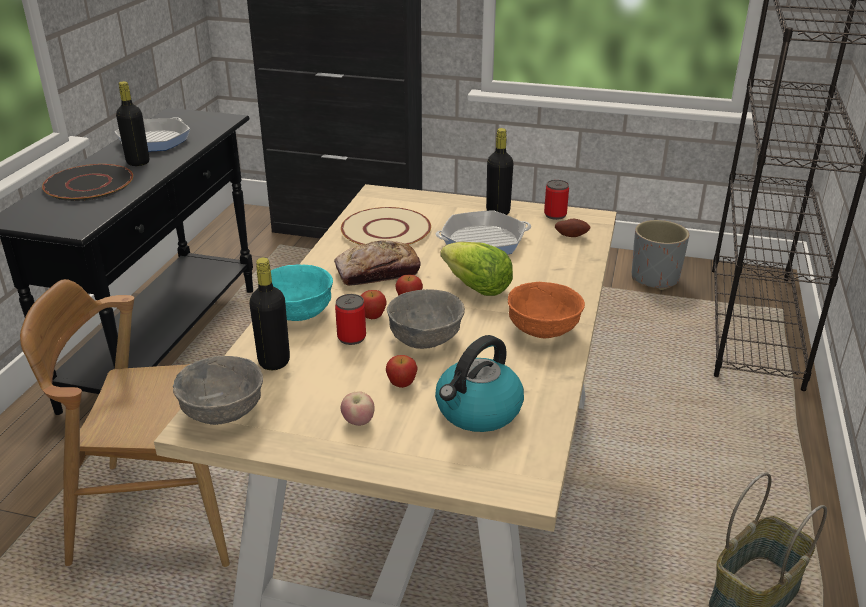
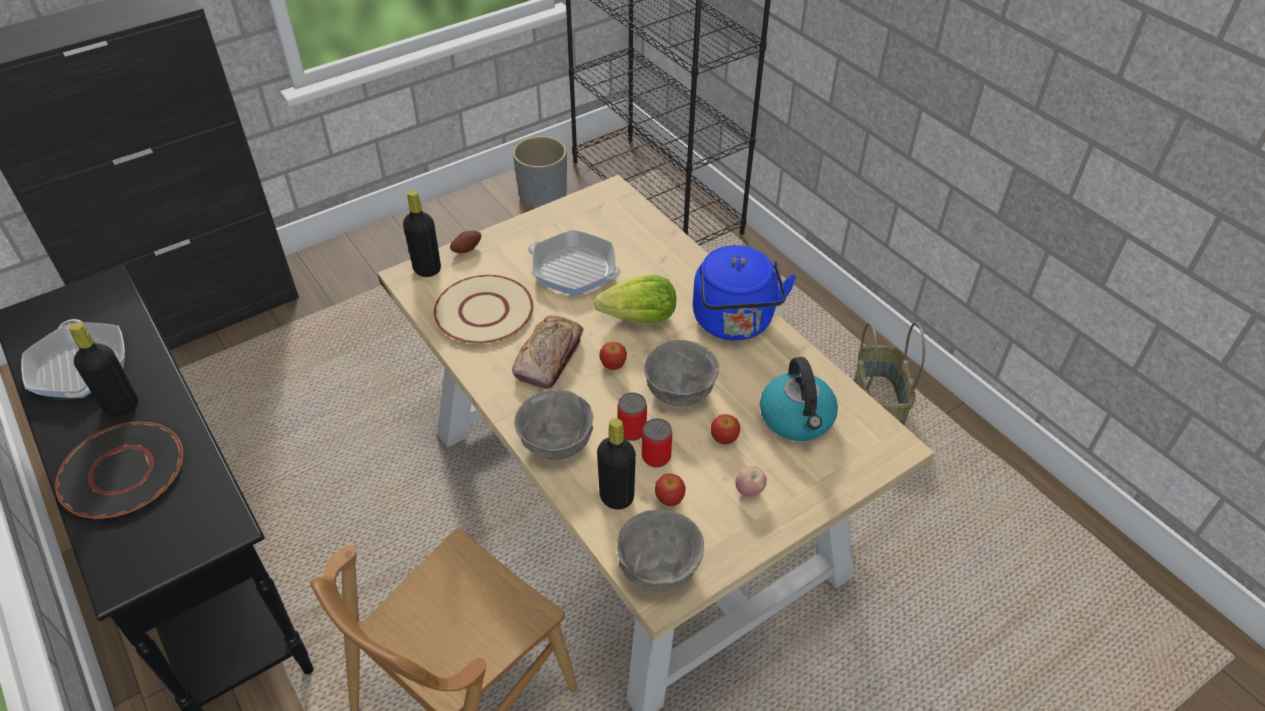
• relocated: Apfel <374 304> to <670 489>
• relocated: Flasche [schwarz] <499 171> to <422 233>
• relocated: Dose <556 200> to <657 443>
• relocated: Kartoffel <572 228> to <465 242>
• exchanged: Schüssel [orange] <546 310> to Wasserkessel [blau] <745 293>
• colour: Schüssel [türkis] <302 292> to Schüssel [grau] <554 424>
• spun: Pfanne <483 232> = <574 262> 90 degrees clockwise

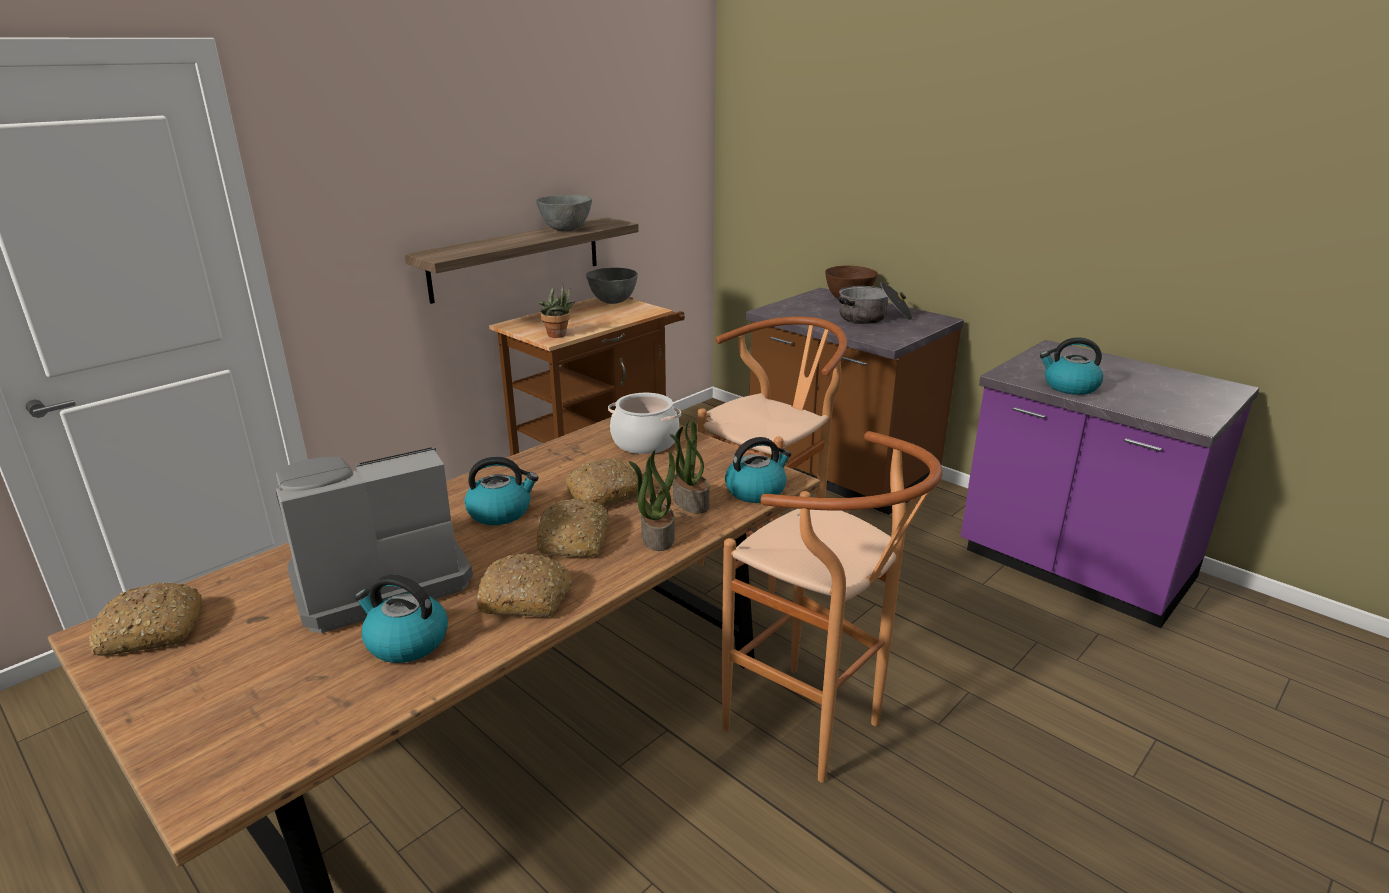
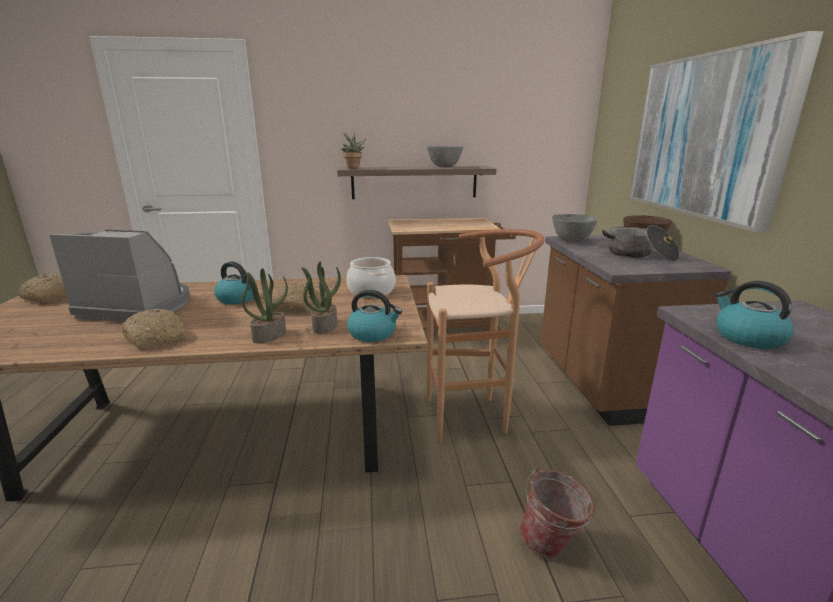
• missing: Wasserkessel <401 618>
• missing: Brot <573 527>
• missing: Hocker [braun] <832 607>
• appeared: Eimer <557 512>
• appeared: Bild <726 131>
• relocated: Topfpflanze <557 310> to <353 150>
• relocated: Schüssel [grau] <612 286> to <575 228>

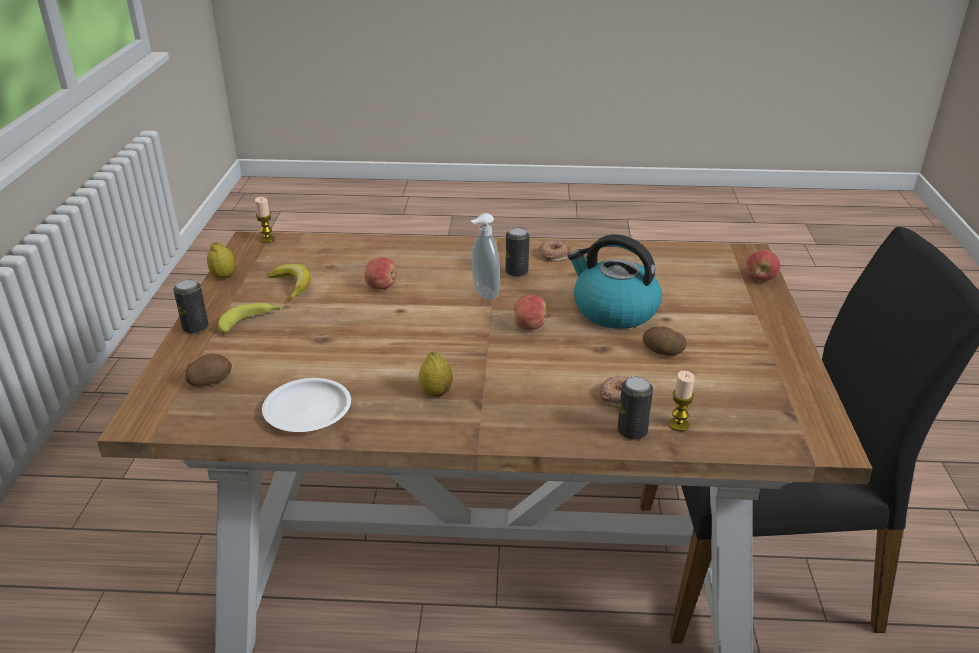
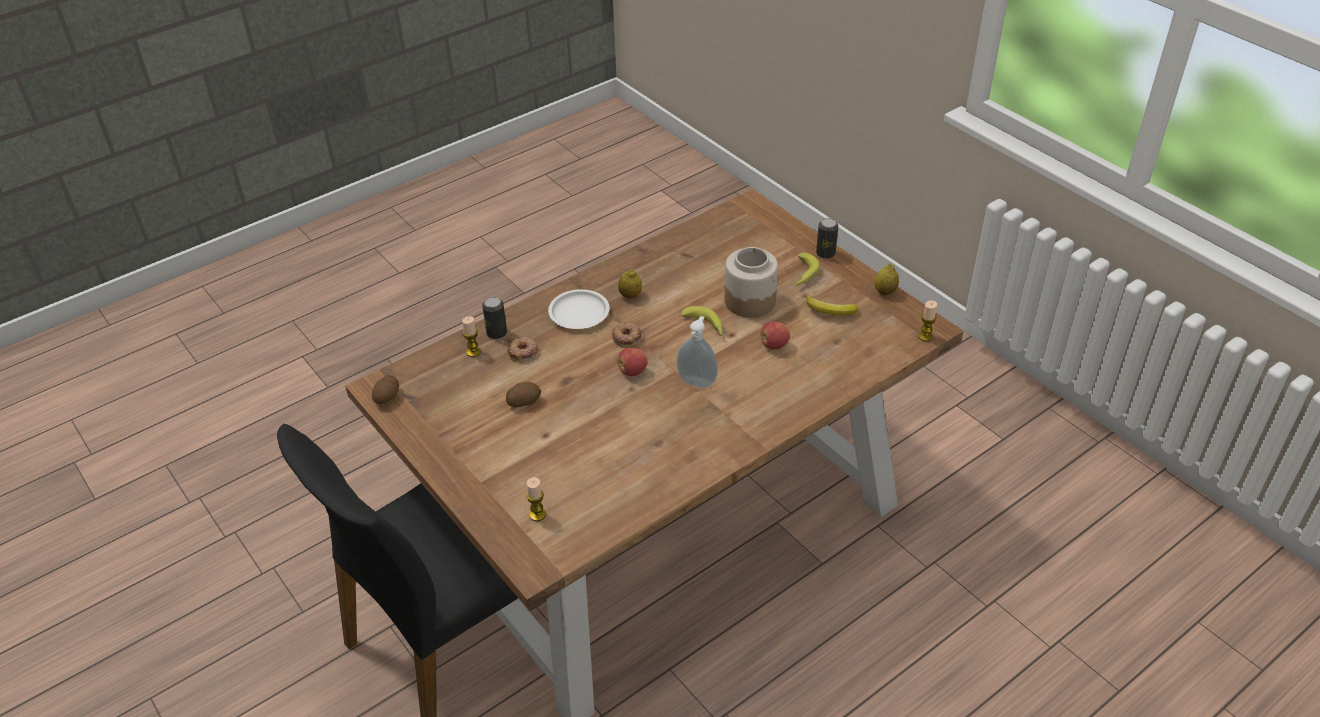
• missing: Dose <517 252>
• missing: Wasserkessel <615 281>
• missing: Apfel <763 265>
• appeared: Kerze <536 499>
• appeared: Banane <702 321>
• appeared: Vorratsglas <751 282>
• relocated: Kartoffel <208 370> to <385 389>
• relocated: Teller [weiß] <306 405> to <579 309>
• relocated: Donut <555 250> to <627 335>

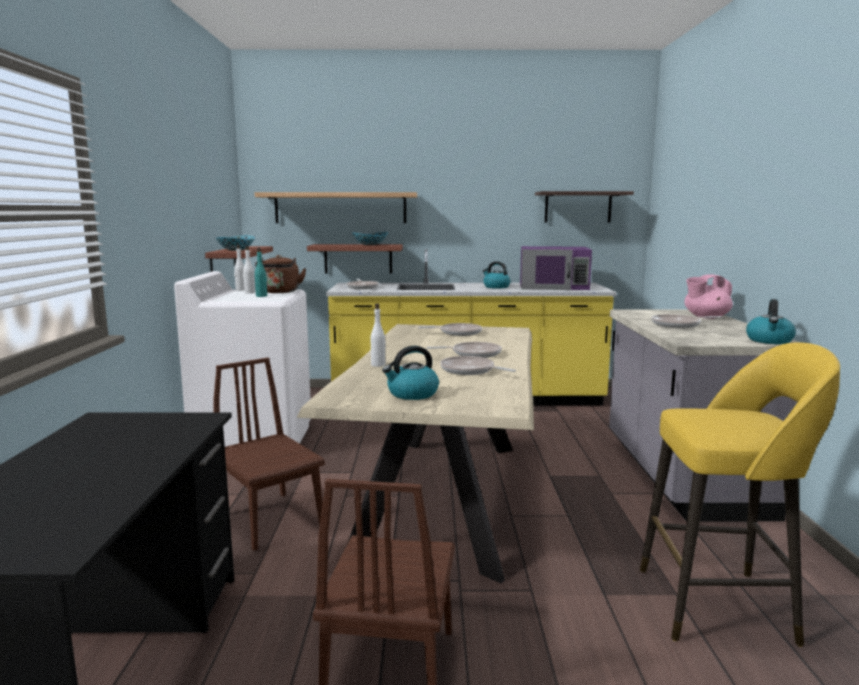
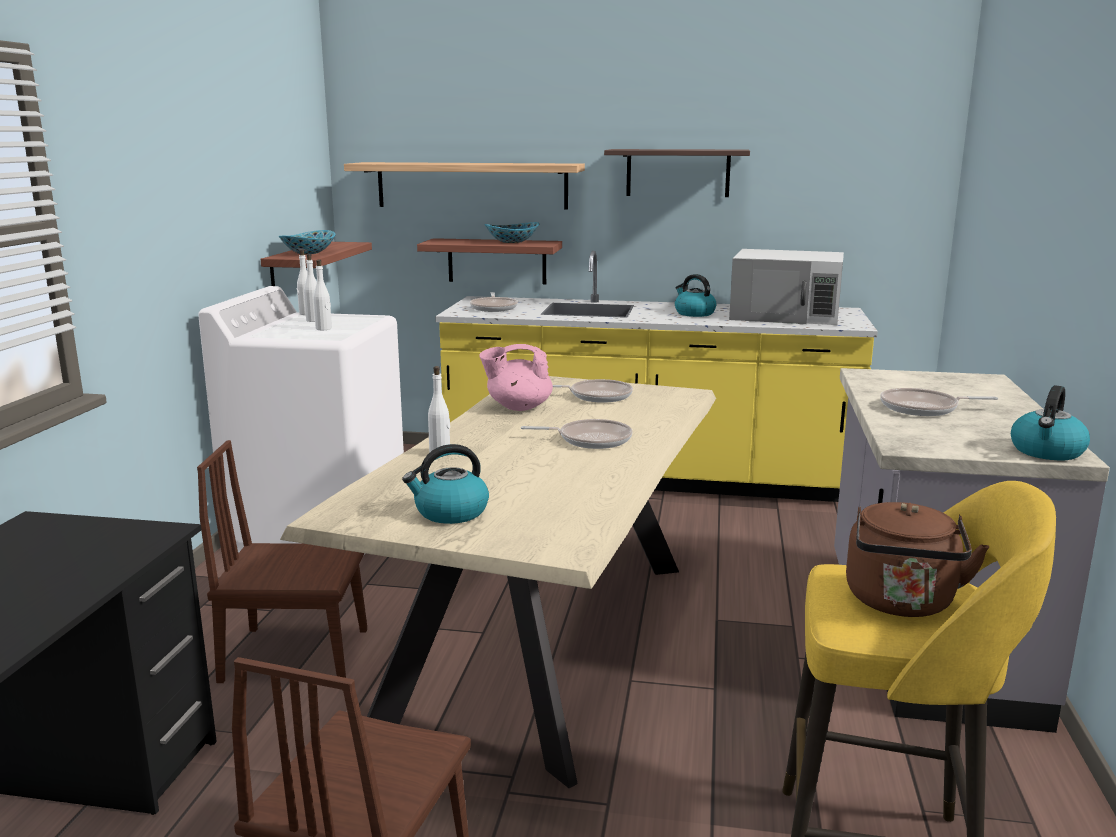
• missing: Pfanne <478 365>
• relocated: Wasserkessel [braun] <280 274> to <917 559>
• relocated: Wandregal <584 206> to <677 173>
• relocated: Teekanne [rosa] <708 296> to <516 377>
• colour: Flasche [türkis] <261 272> to Flasche [weiß] <322 295>
• colour: Mikrowelle [lila] <556 268> to Mikrowelle [weiß] <786 287>
• spun: Stuhl [braun] <269 454> = <282 561> 60 degrees counterclockwise

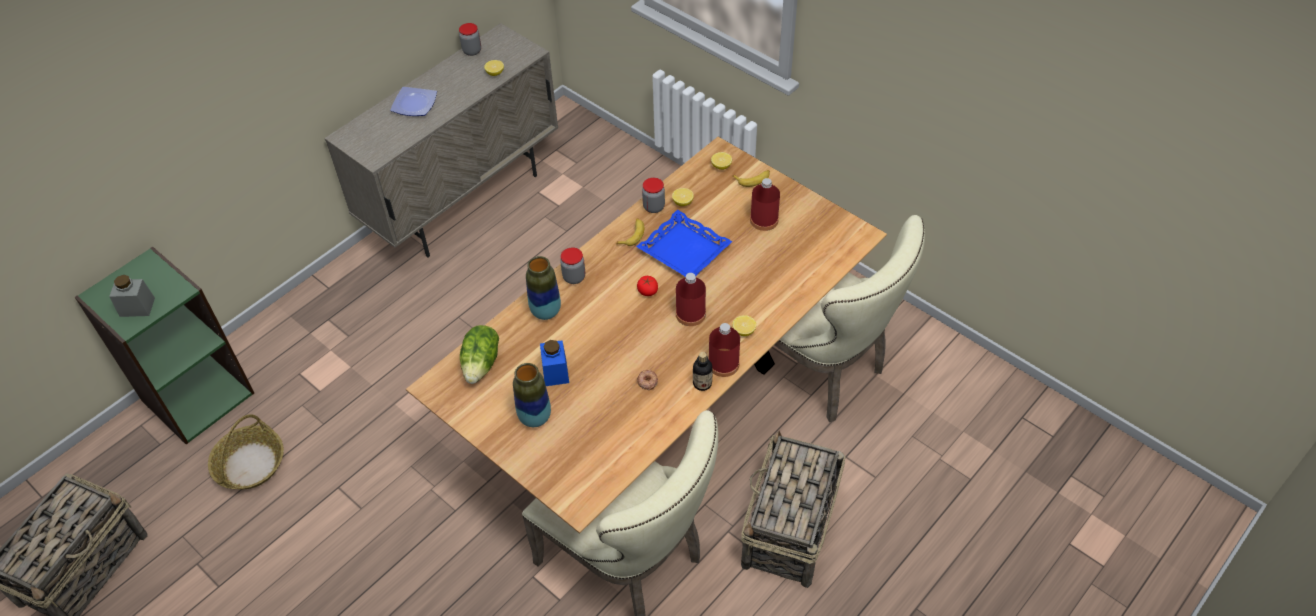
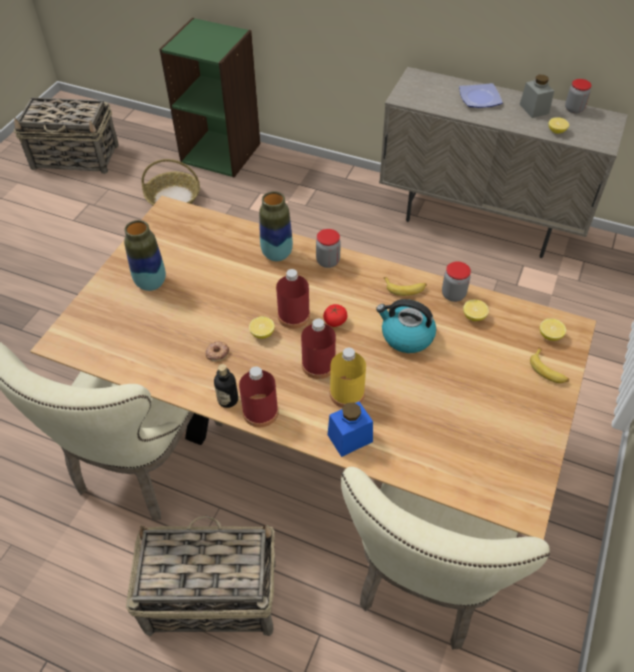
• missing: Salatkopf <479 354>
• appeared: Flasche [gelb] <348 378>
• relocated: Vorratsglas [grau] <132 296> to <537 96>
• relocated: Vorratsglas [blau] <554 363> to <350 429>
• relocated: Zitrone <744 325> to <261 327>
• relocated: Flasche [rot] <765 204> to <293 299>
• exchanged: Tablett [blau] <684 243> to Wasserkessel <406 326>

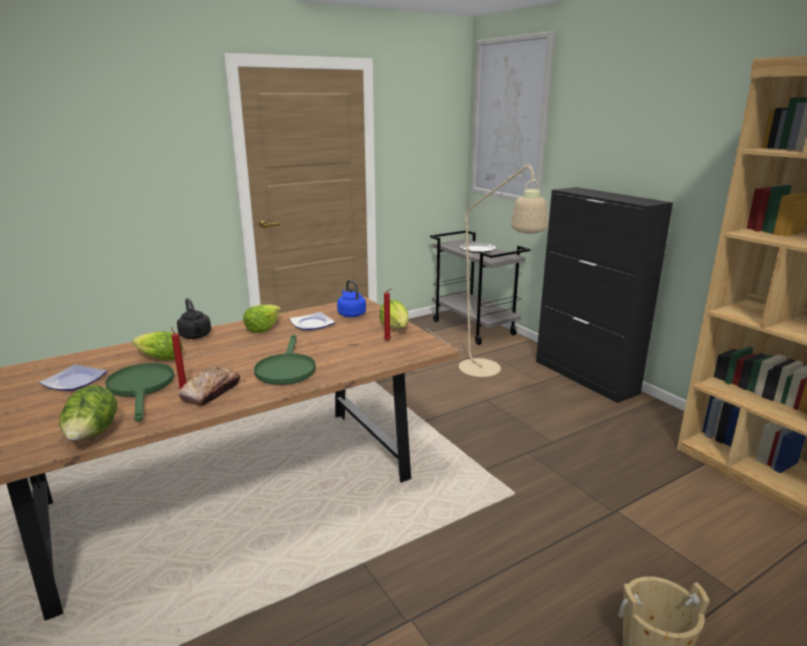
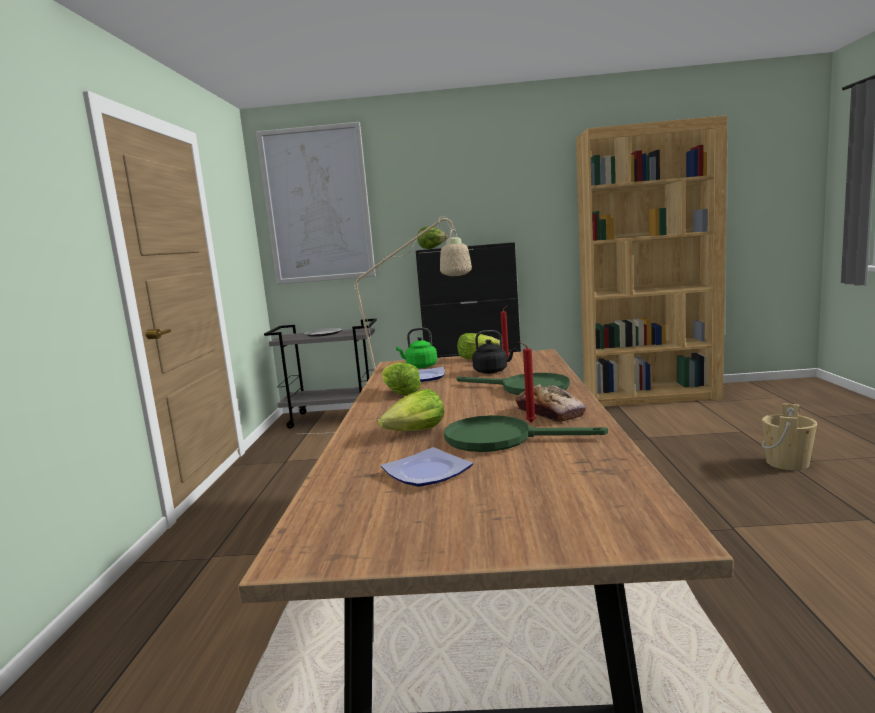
• relocated: Salatkopf <88 412> to <433 237>
• relocated: Wasserkessel [schwarz] <194 318> to <494 352>
• colour: Wasserkessel [blau] <351 298> to Wasserkessel [grün] <416 348>

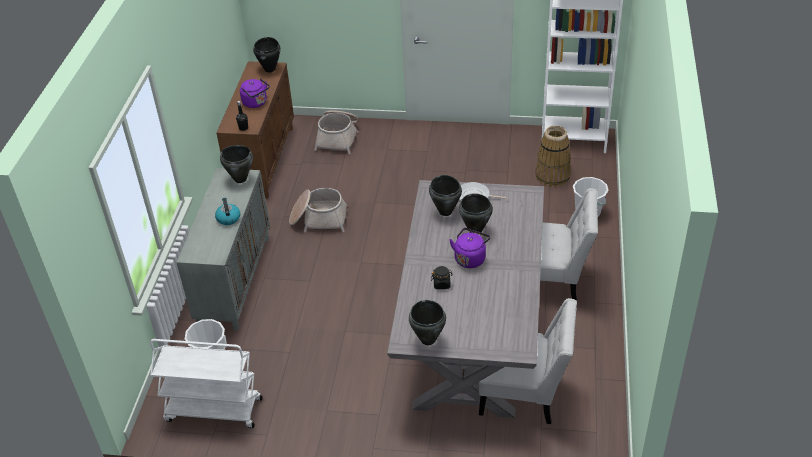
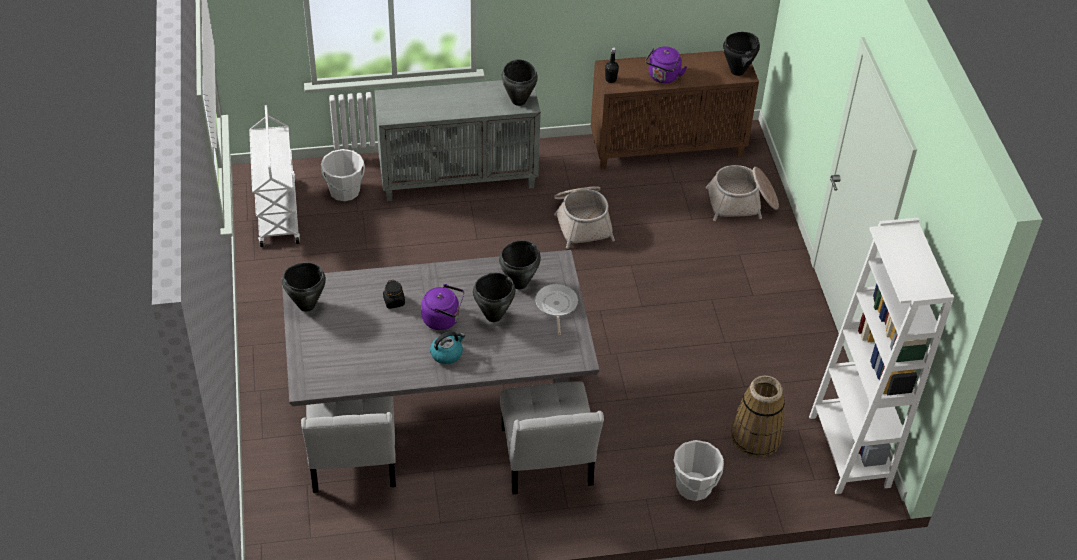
• relocated: Wasserkessel <227 211> to <447 347>

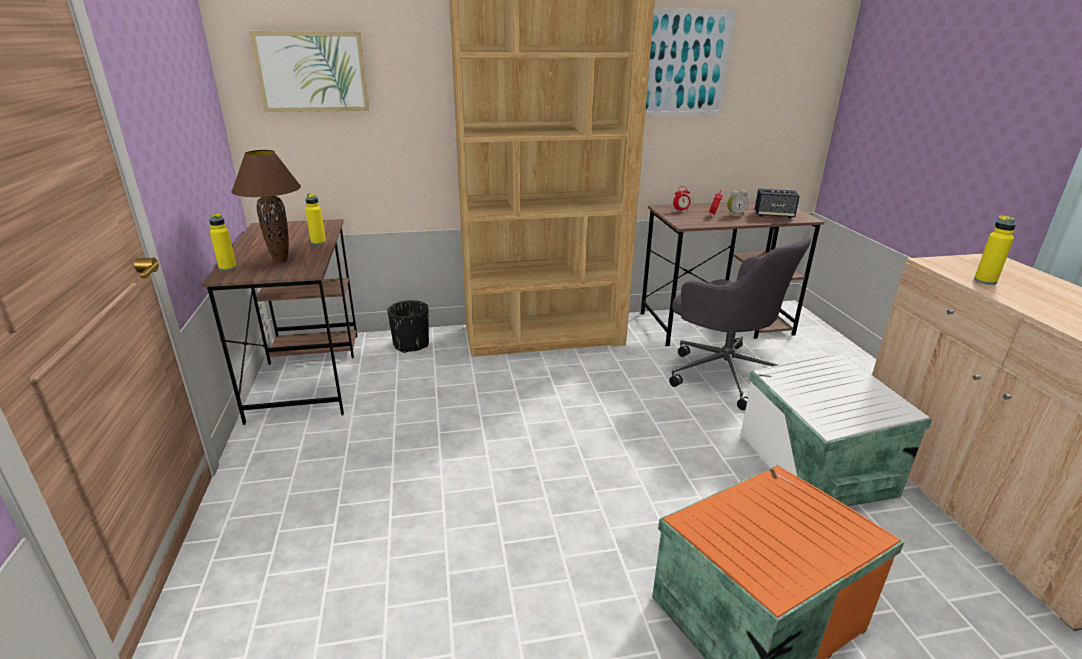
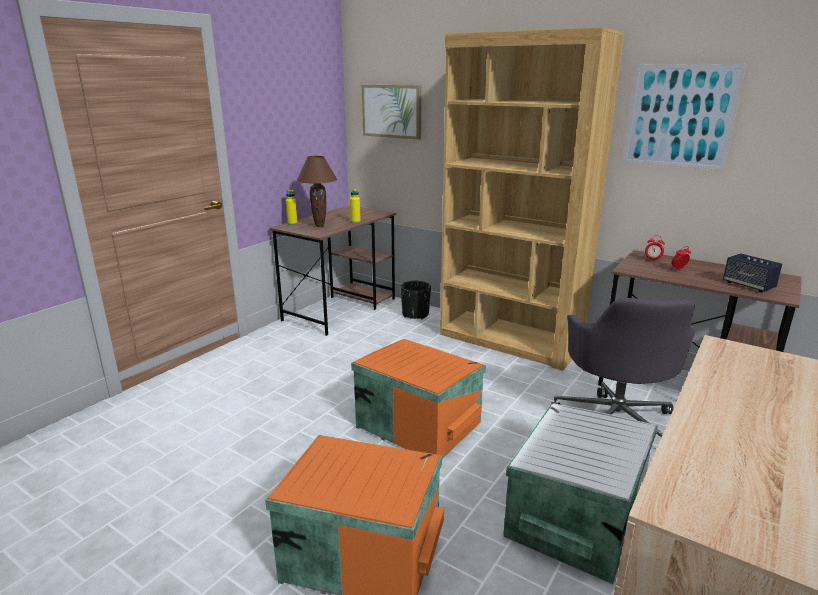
• missing: Wecker <737 203>
• missing: Flasche [gelb] <995 250>
• appeared: Aufbewahrungsbox [orange] <418 399>

